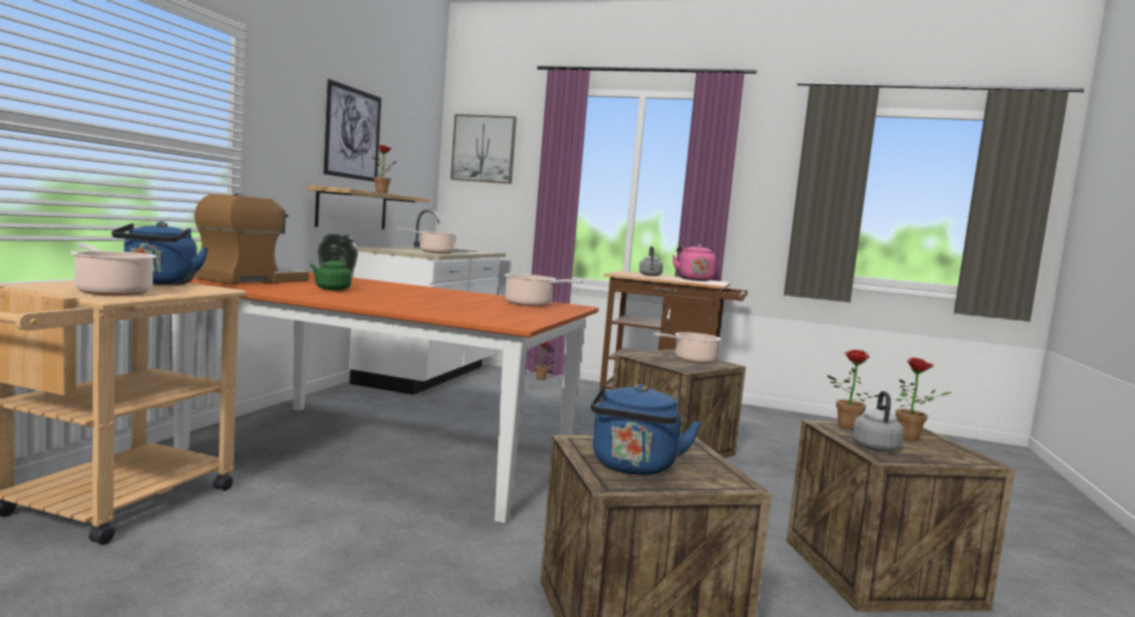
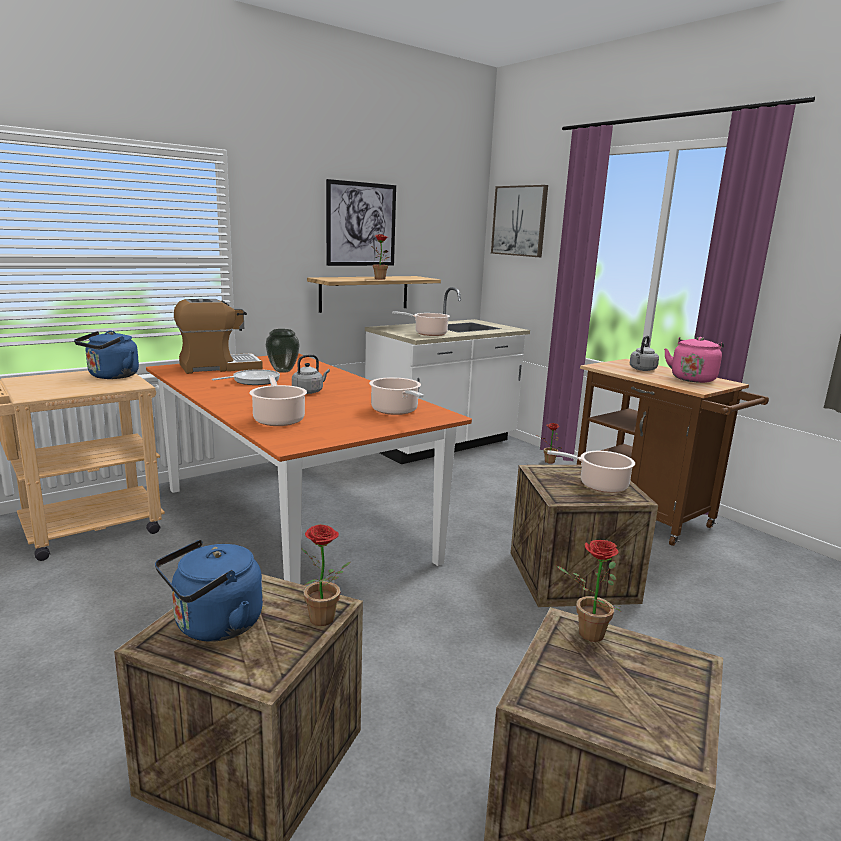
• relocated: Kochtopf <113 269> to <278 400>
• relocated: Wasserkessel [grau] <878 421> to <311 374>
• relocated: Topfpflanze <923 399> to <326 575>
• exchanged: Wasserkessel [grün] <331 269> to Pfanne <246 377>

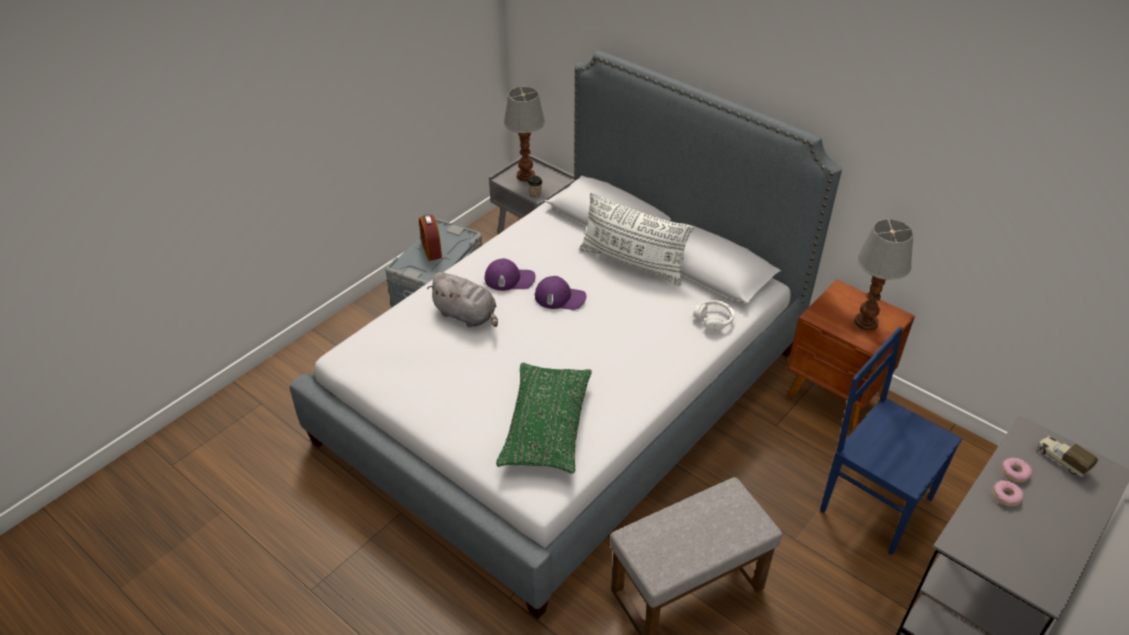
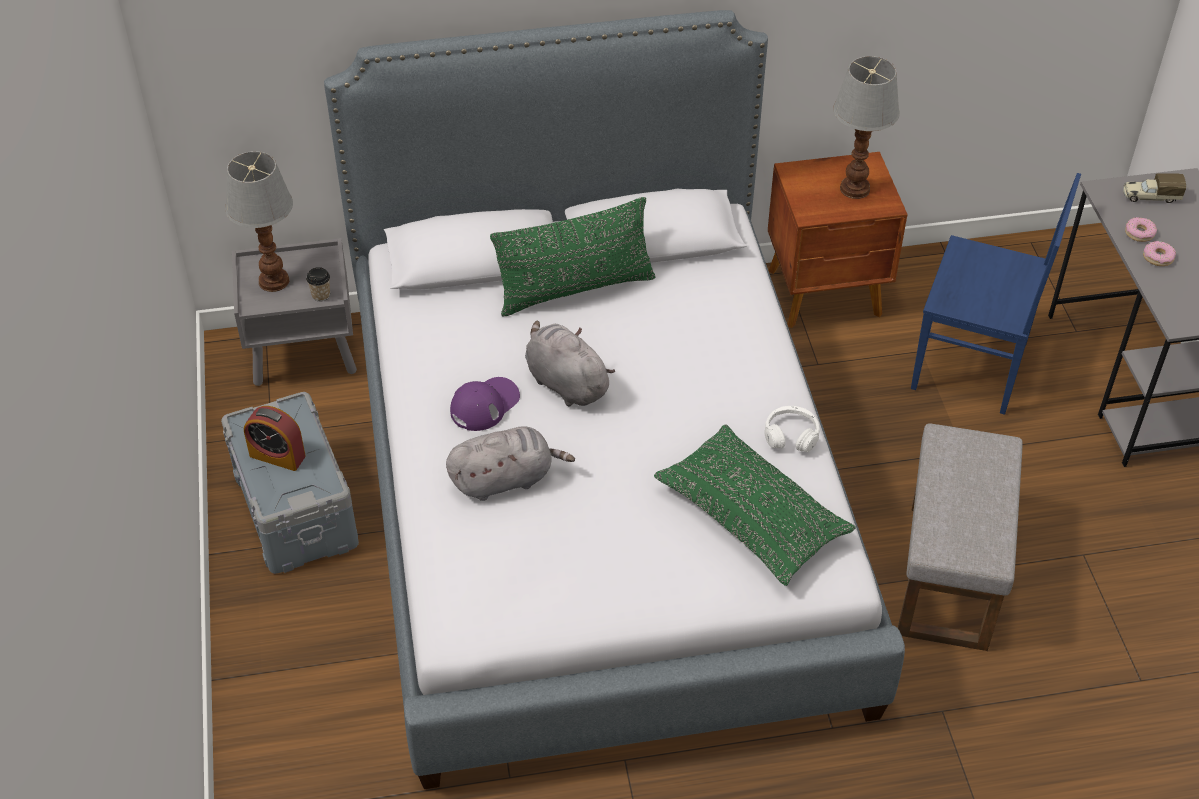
• relocated: Kopfhörer [weiß] <714 316> to <792 429>
• exchanged: Kappe [lila] <561 293> to Plüschtier [grau] <570 363>
• colour: Kissen [weiß] <636 239> to Kissen [grün] <573 257>
• spun: Stuhl [blau] <891 441> = <996 294> 150 degrees counterclockwise

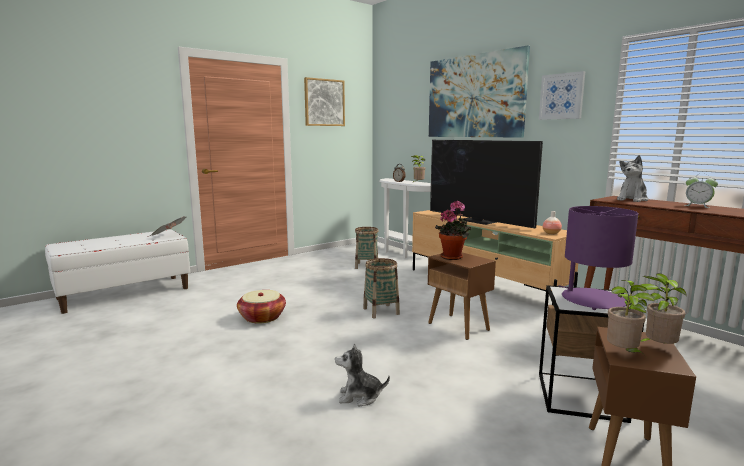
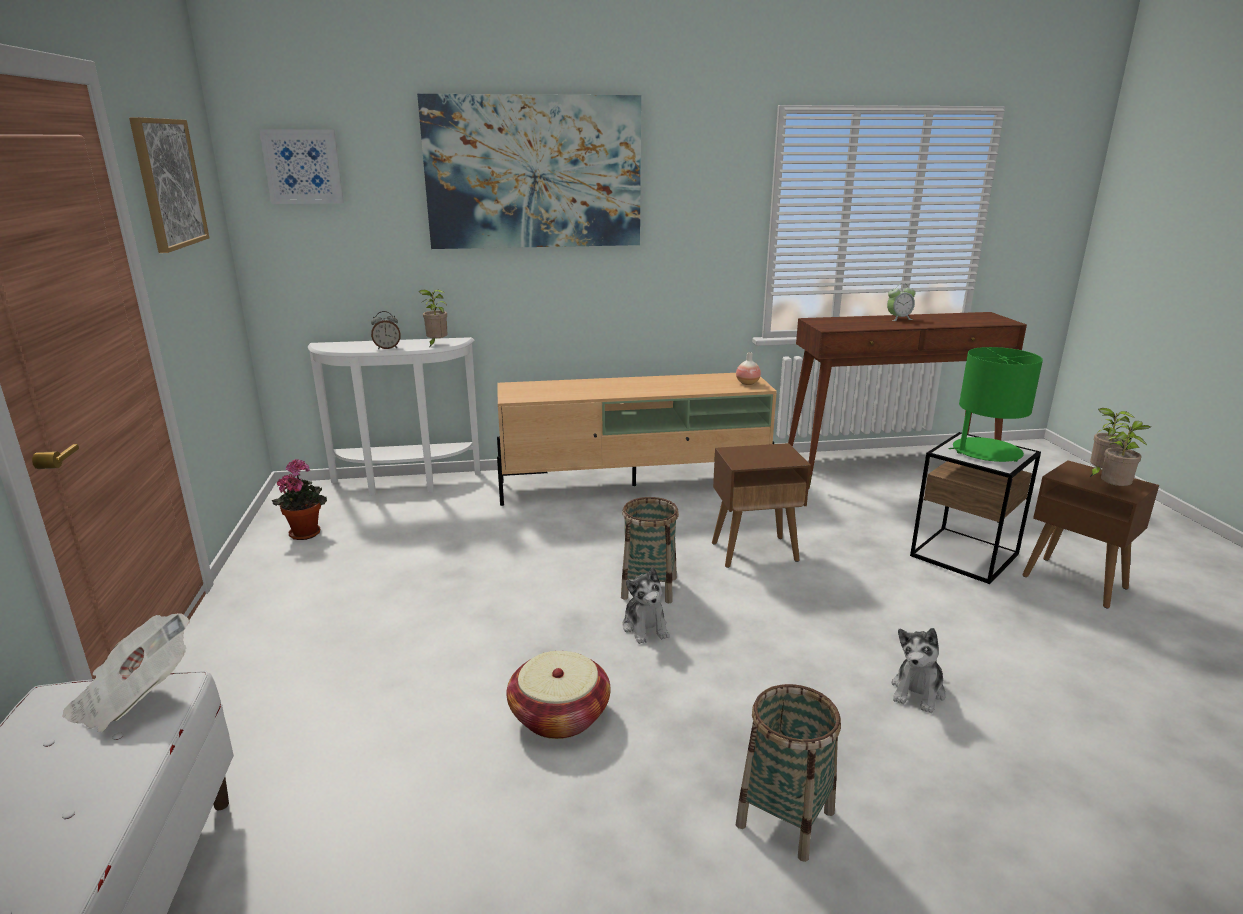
• missing: Fernseher <486 184>
• relocated: Korb <367 248> to <788 773>
• relocated: Topfpflanze <453 230> to <299 499>
• relocated: Bild <562 95> to <301 166>
• relocated: Plüschtier <632 178> to <645 605>
• colour: Tischlampe [lila] <598 258> to Tischlampe [grün] <996 404>

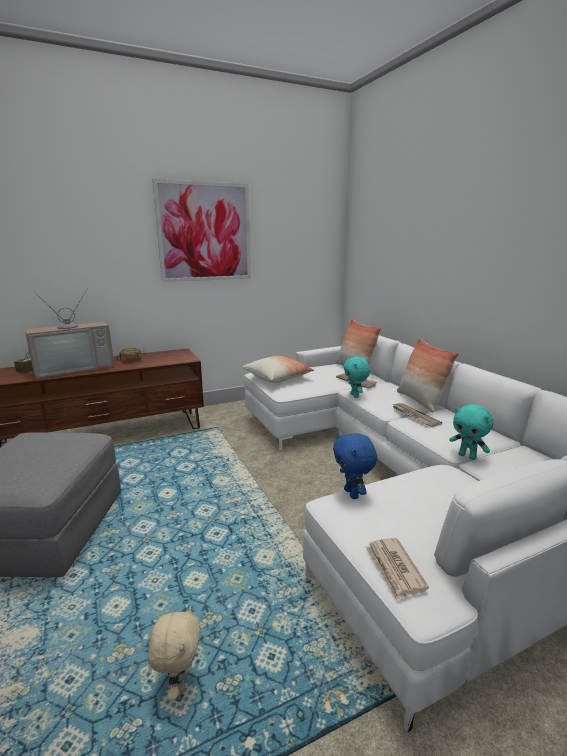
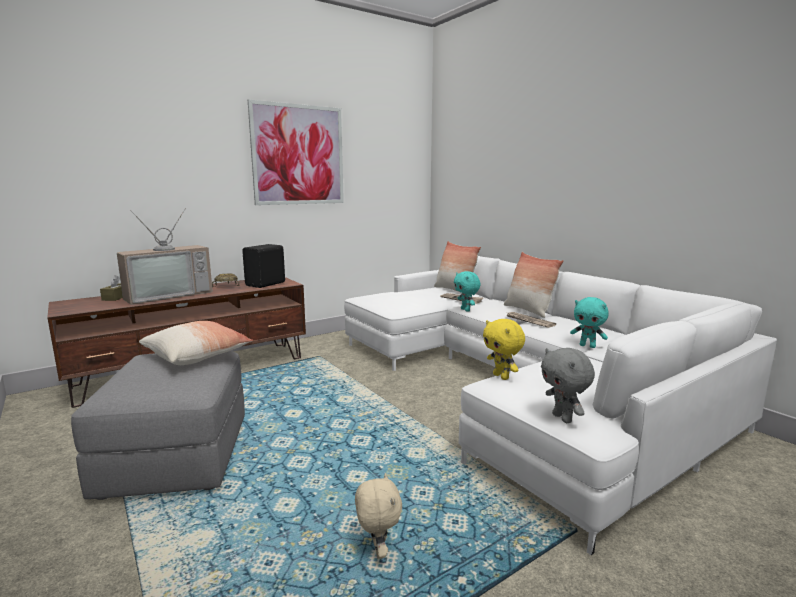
• appeared: Lautsprecher [schwarz] <263 266>
• relocated: Kissen <278 369> to <196 343>
• exchanged: Zeitung <397 569> to Plüschtier [grau] <568 385>
• colour: Plüschtier [blau] <355 466> to Plüschtier [gelb] <504 349>

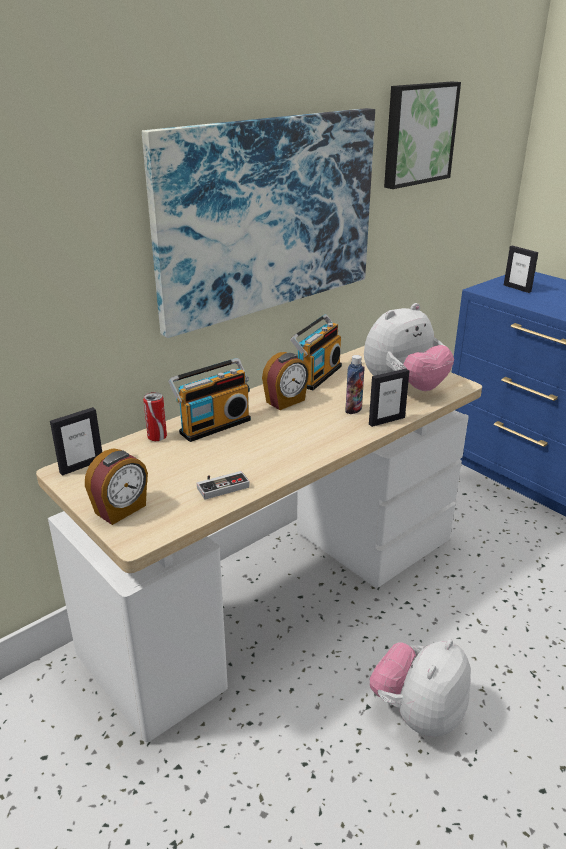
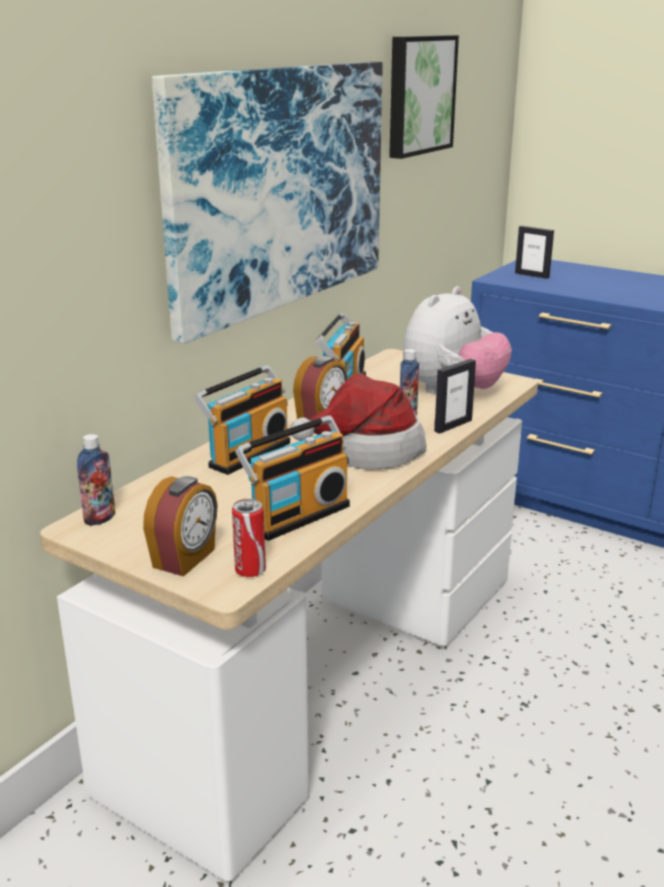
• missing: Plüschtier <420 688>
• appeared: Hut <358 422>
• relocated: Dose <155 416> to <249 538>
• exchanged: Bilderrahmen <76 441> to Flasche <96 480>
• exchanged: Gamepad <223 485> to Radio <292 478>

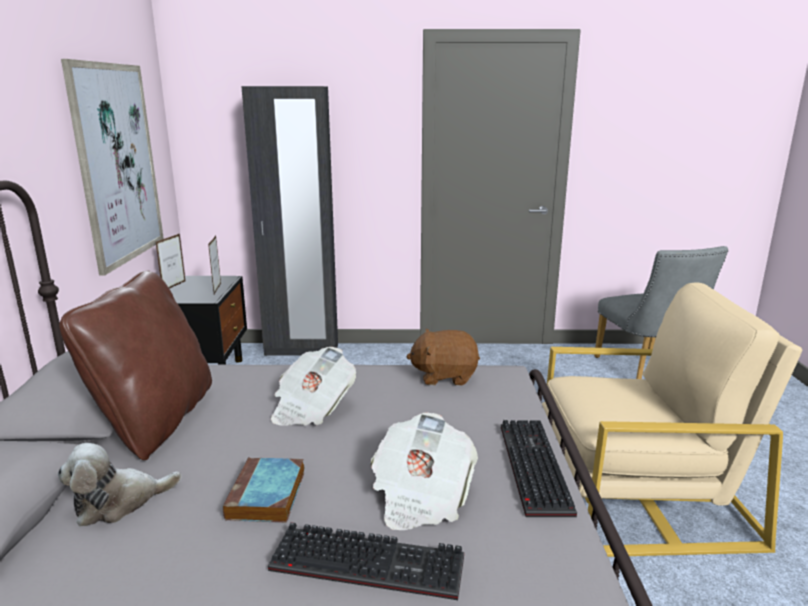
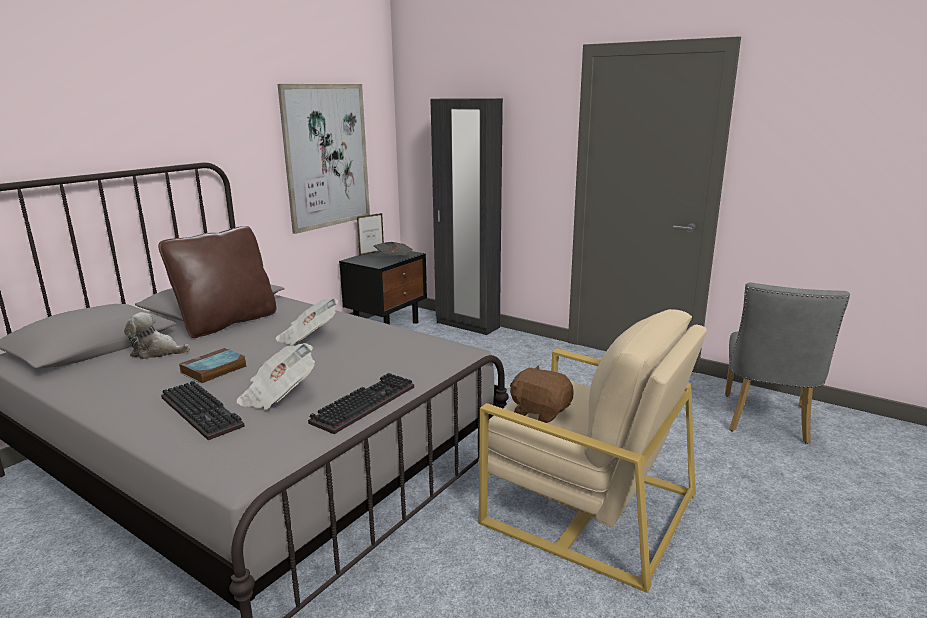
• relocated: Plüschtier [braun] <443 357> to <542 394>
• exchanged: Bilderrahmen <214 265> to Zeitung <393 248>

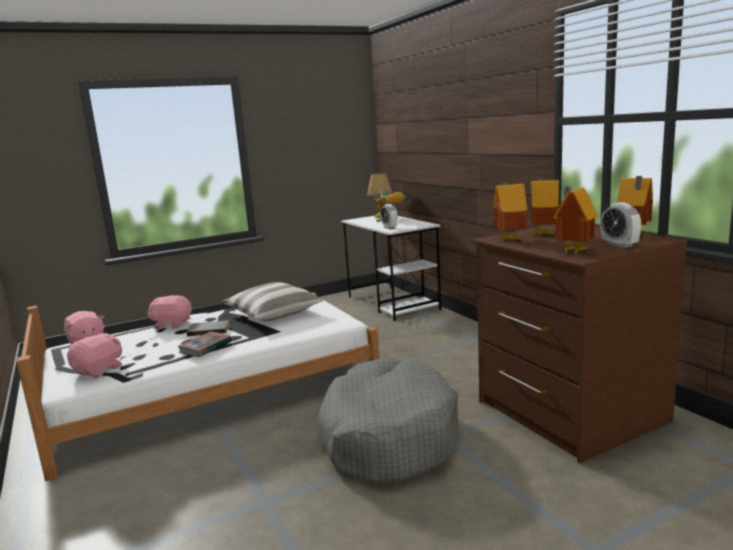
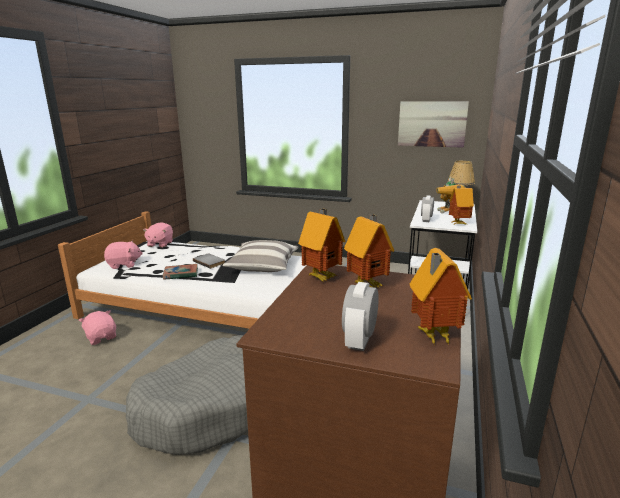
• appeared: Bild <433 125>
• relocated: Plüschtier [rosa] <169 312> to <97 327>
• relocated: Spielzeughaus <575 220> to <461 205>

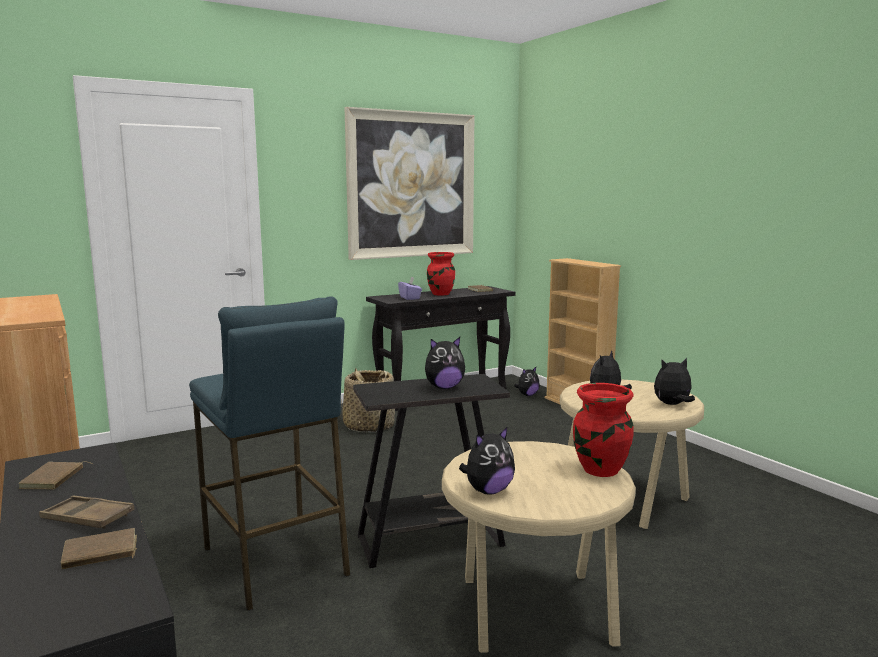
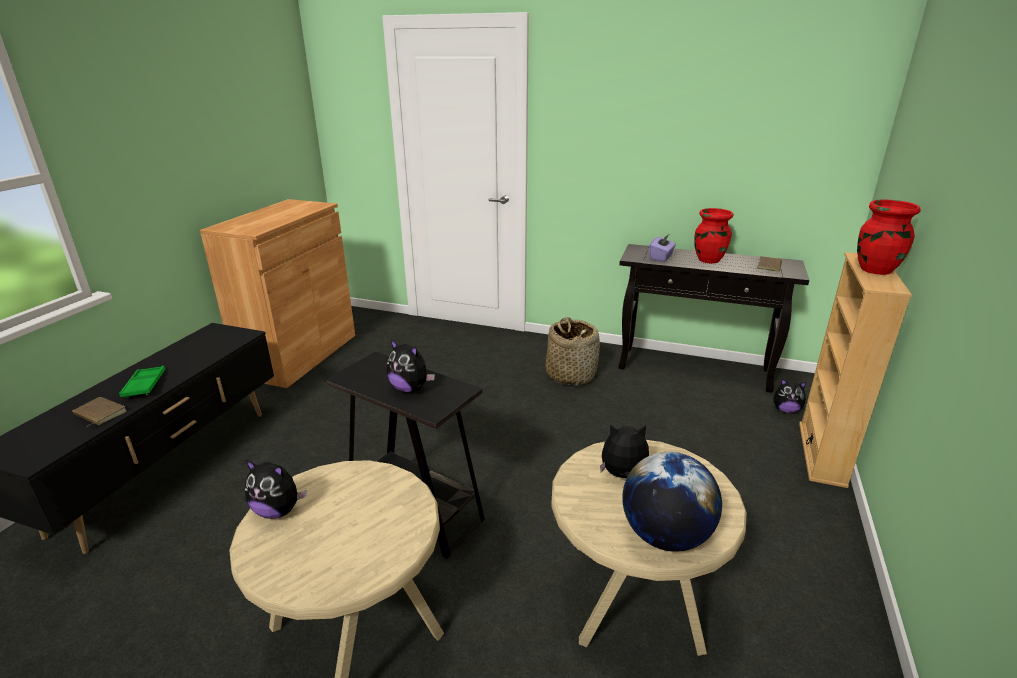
• missing: Buch [braun] <56 475>
• missing: Hocker [blau] <269 453>
• missing: Bild <409 183>
• relocated: Vase [rot] <603 430> to <889 237>
• exchanged: Plüschtier <674 381> to Globus <672 502>
• colour: Tablett [braun] <87 512> to Tablett [grün] <142 382>

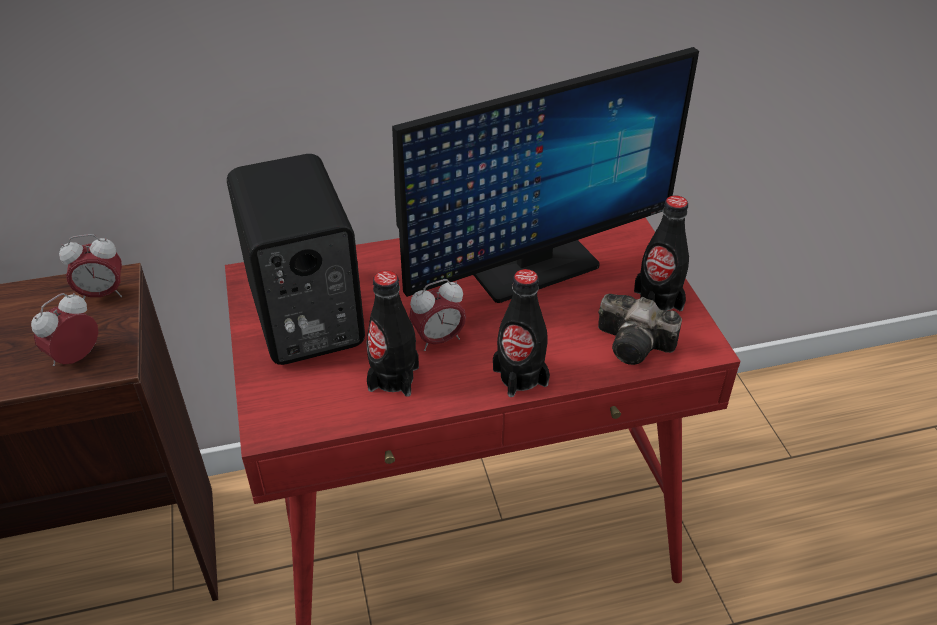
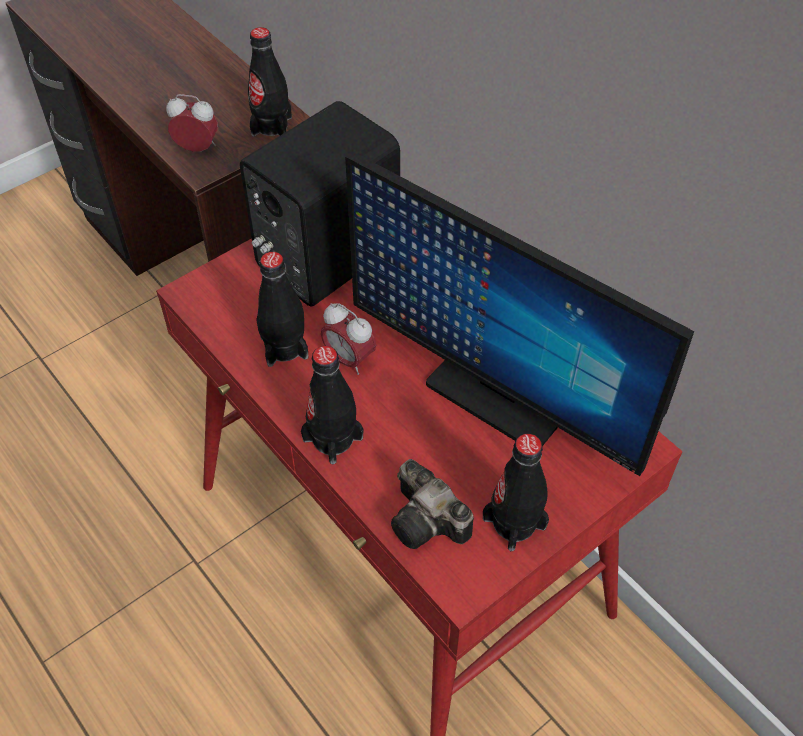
• exchanged: Wecker <90 266> to Flasche [schwarz] <270 82>
• spun: Kamera <640 329> = <432 504> 45 degrees counterclockwise

